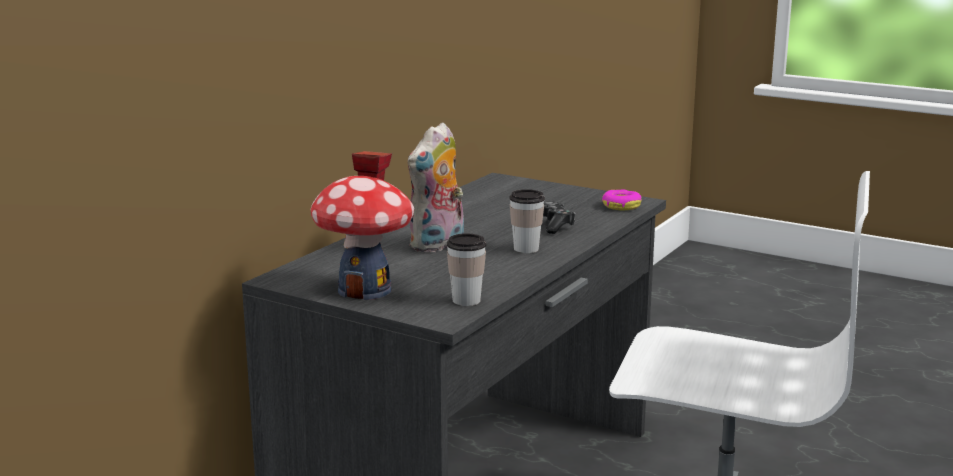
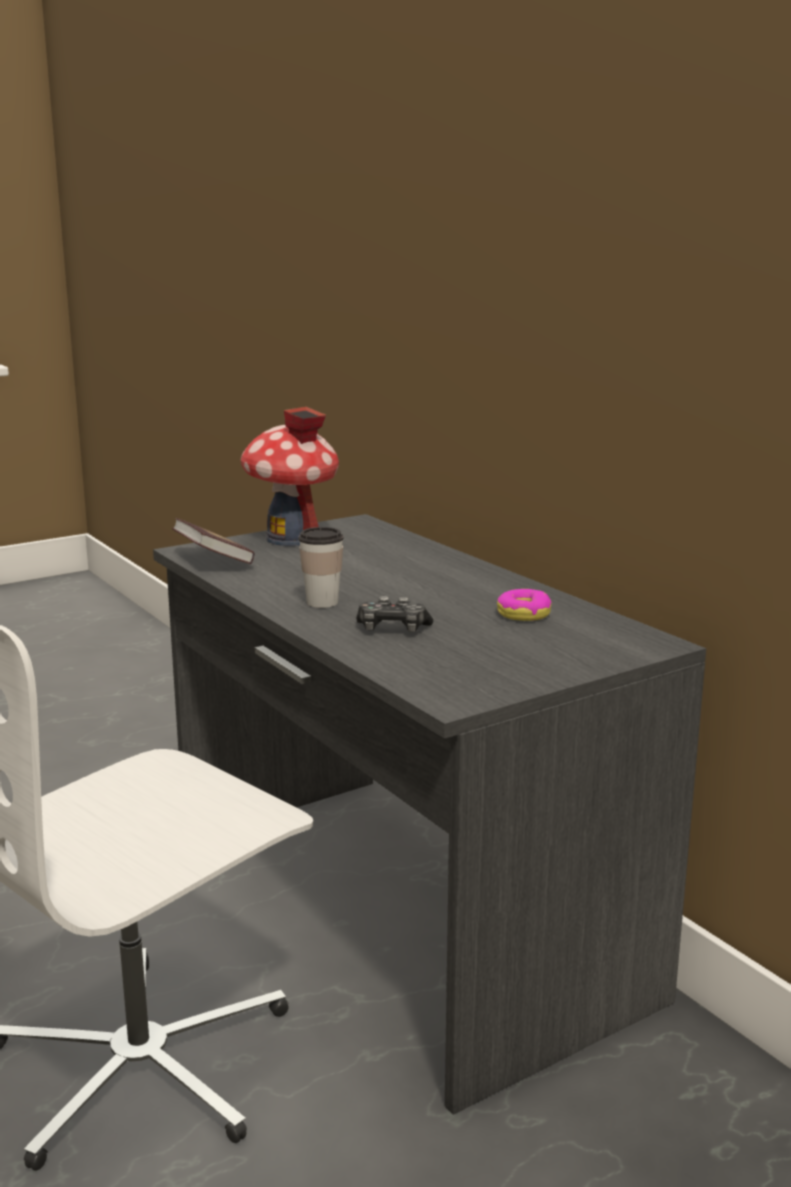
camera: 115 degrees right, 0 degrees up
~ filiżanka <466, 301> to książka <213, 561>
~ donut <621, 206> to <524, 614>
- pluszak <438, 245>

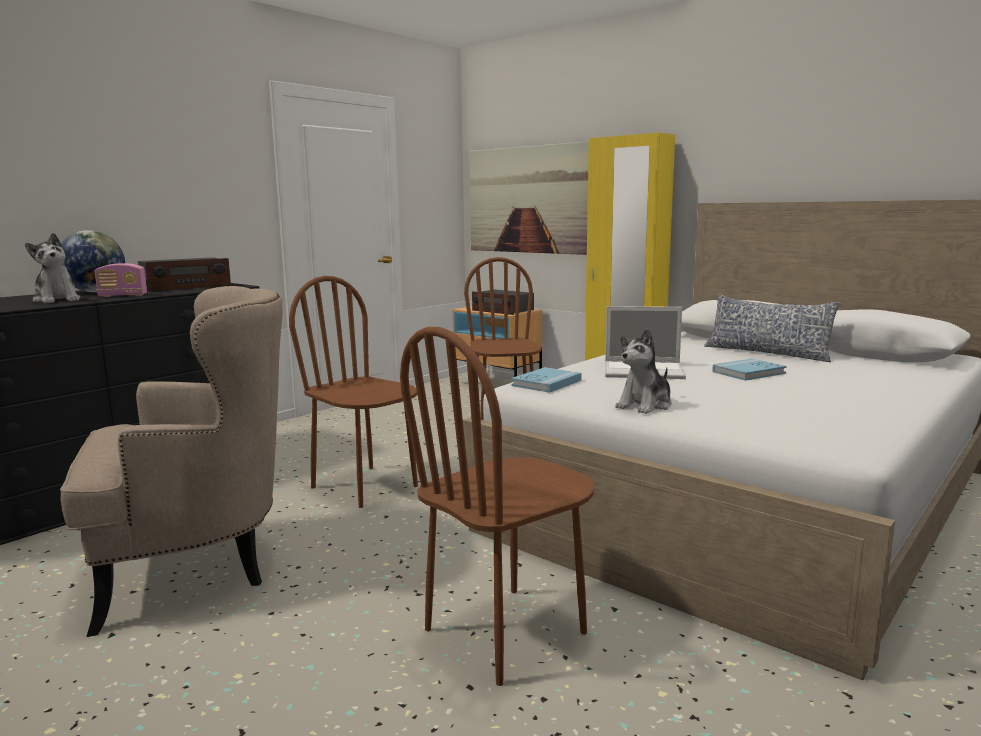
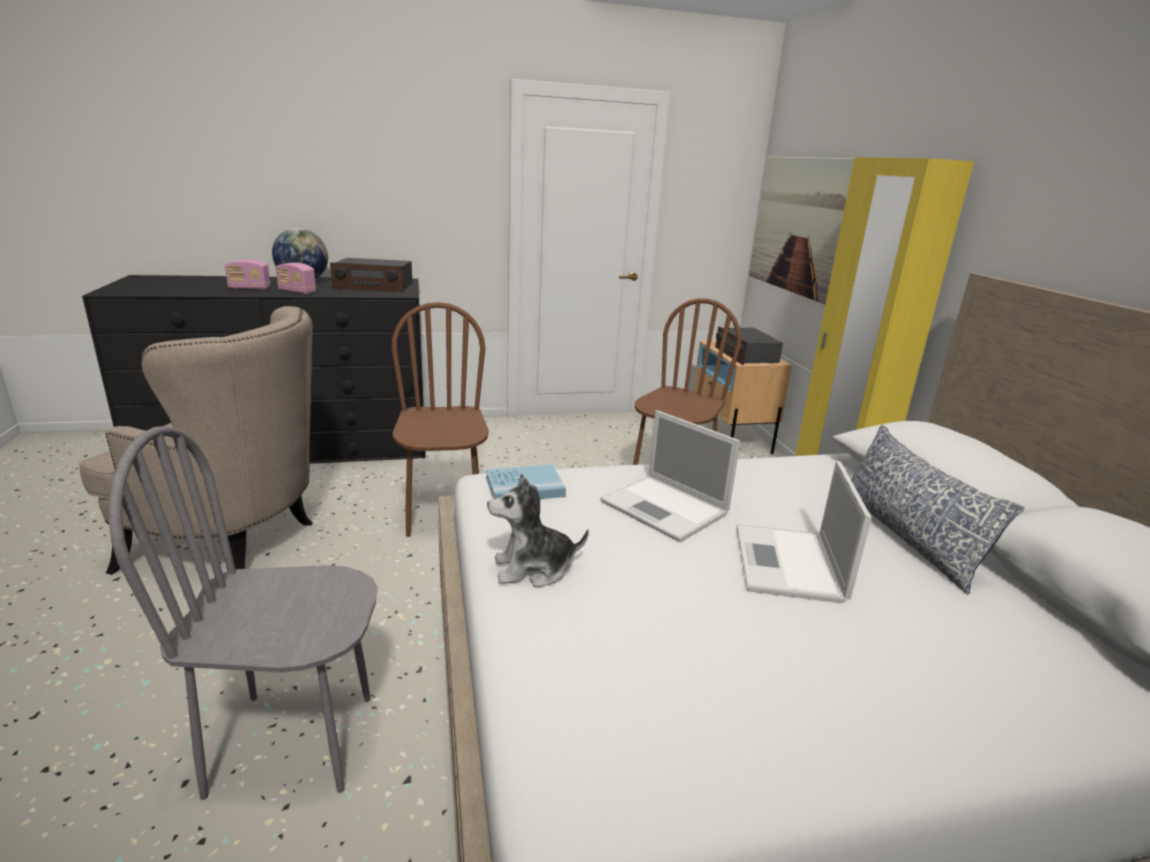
camera: 35 degrees right, 10 degrees up
~ krzesło [brązowy] <506, 632> to krzesło [szary] <293, 742>
~ pluszak <57, 300> to radio <249, 288>
~ książka [niebieski] <748, 372> to laptop <789, 564>

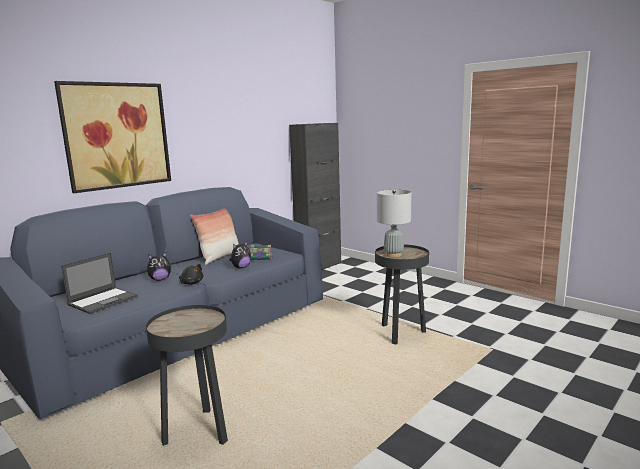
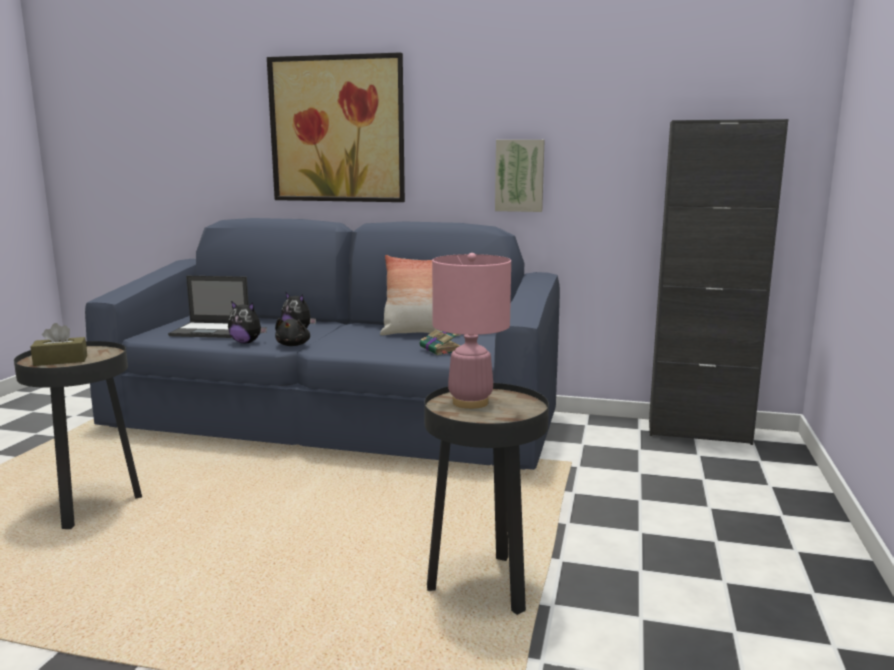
camera: 60 degrees right, 0 degrees up
+ pudełko chusteczek [brązowy] <61, 360>
~ pluszak <241, 267> to <246, 342>
~ lampa stołowa [szary] <393, 255> to lampa stołowa [różowy] <470, 402>
+ obraz <519, 175>

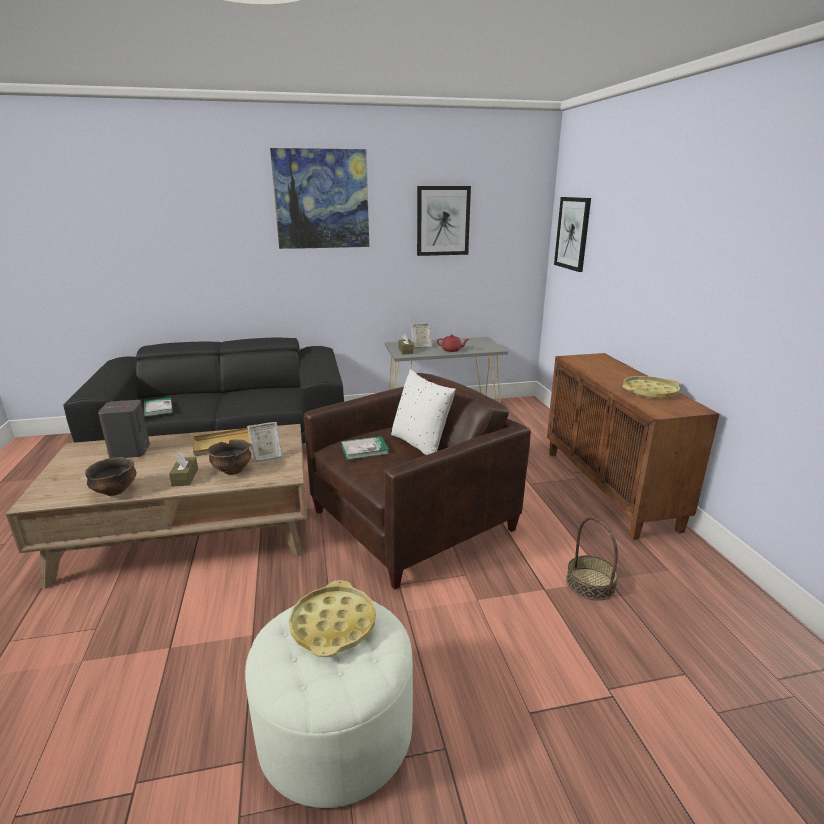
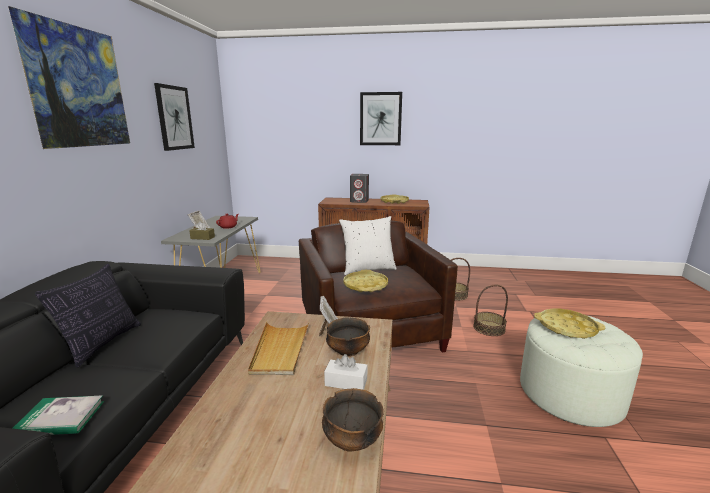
camera: 70 degrees left, 5 degrees down
+ poduszka <102, 343>
~ pudełko chusteczek [brązowy] <185, 477> to pudełko chusteczek [biały] <346, 382>
~ książka <364, 450> to taca [żółty] <365, 285>
~ głośnik [szary] <130, 451> to <359, 201>
~ obraz <572, 233> to <380, 119>
+ koszyk <489, 328>

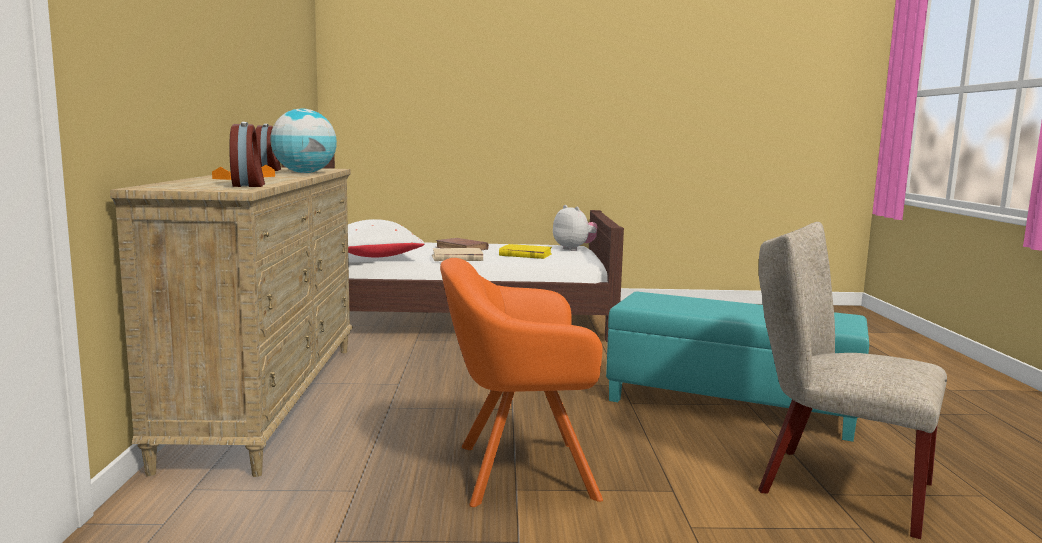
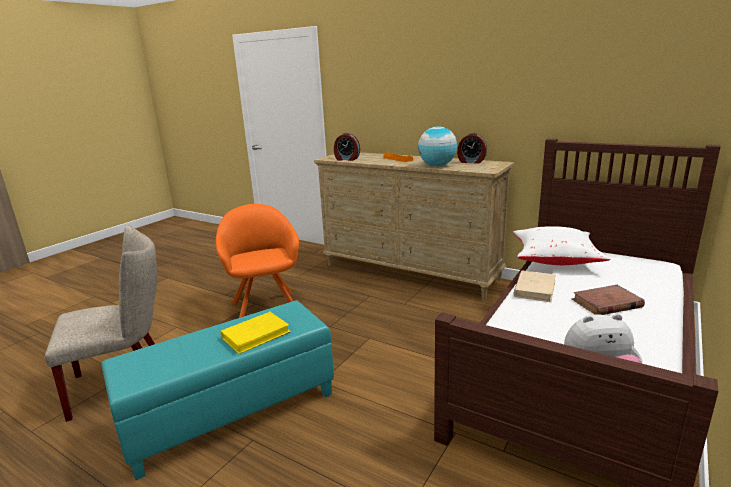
camera: 125 degrees right, 10 degrees up
~ fotel [pomarańczowy] <516, 471> = <265, 307> 45 degrees counterclockwise
~ książka [żółty] <525, 255> to <256, 335>

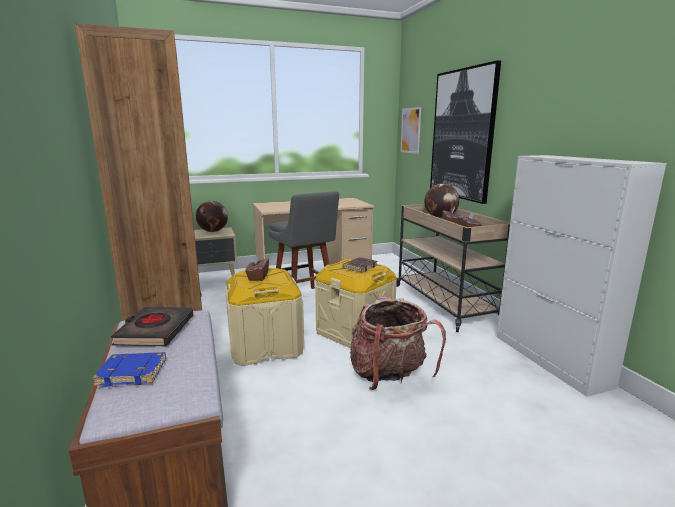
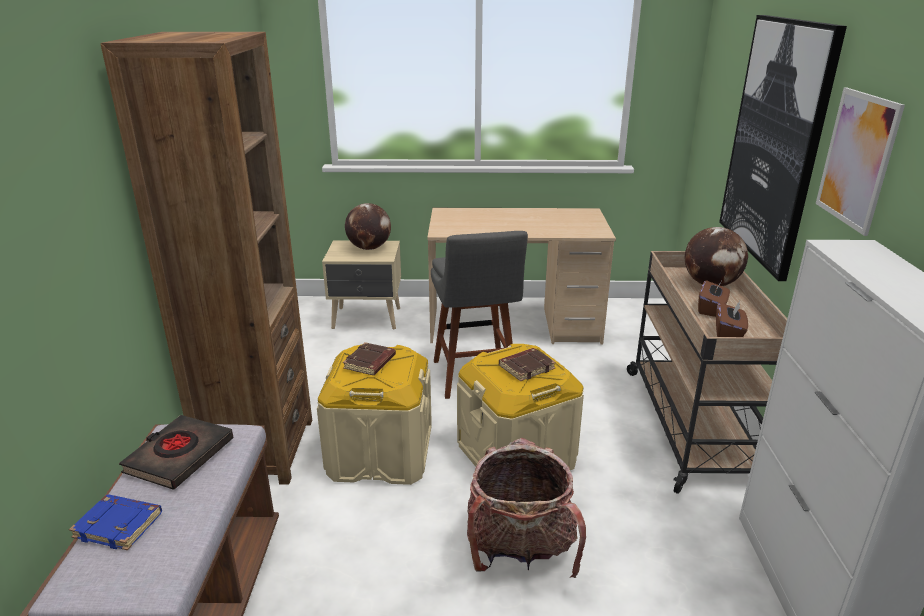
camera: 20 degrees right, 10 degrees up
~ pudełko chusteczek [brązowy] <258, 277> to książka [brązowy] <370, 363>
~ obraz <410, 130> to <857, 159>

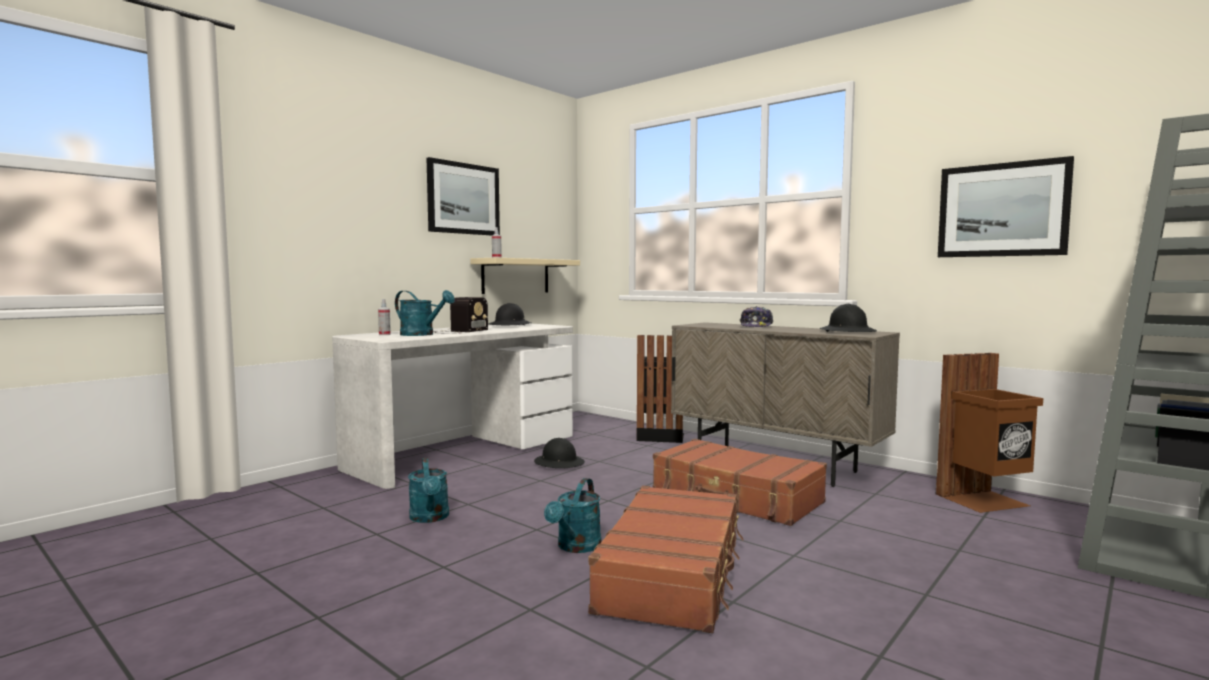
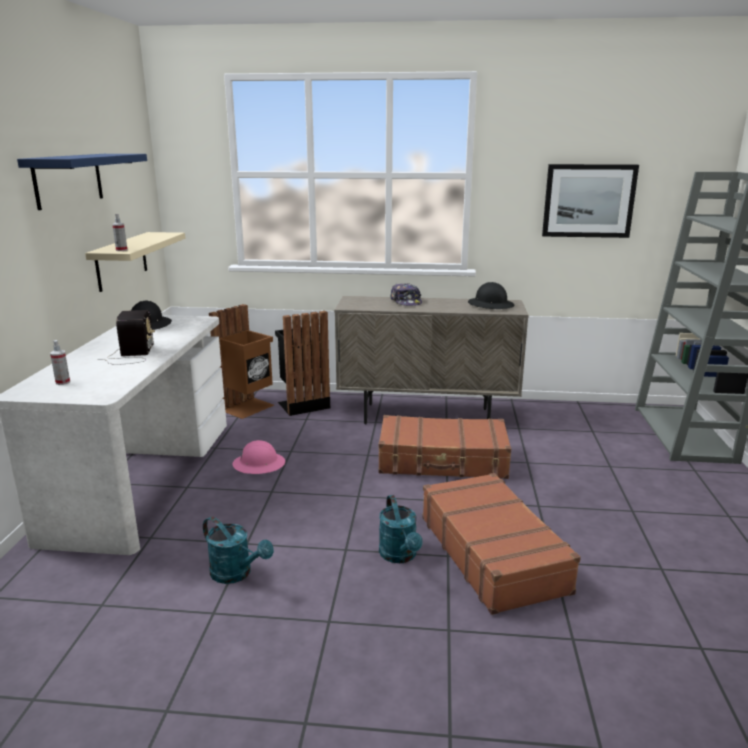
camera: 35 degrees left, 15 degrees up
~ obraz <463, 198> to półka [niebieski] <68, 180>
~ kosz na śmieci [brązowy] <985, 501> to <248, 407>
~ kask [czarny] <559, 463> to kask [różowy] <259, 464>
- konewka [turkusowy] <422, 334>

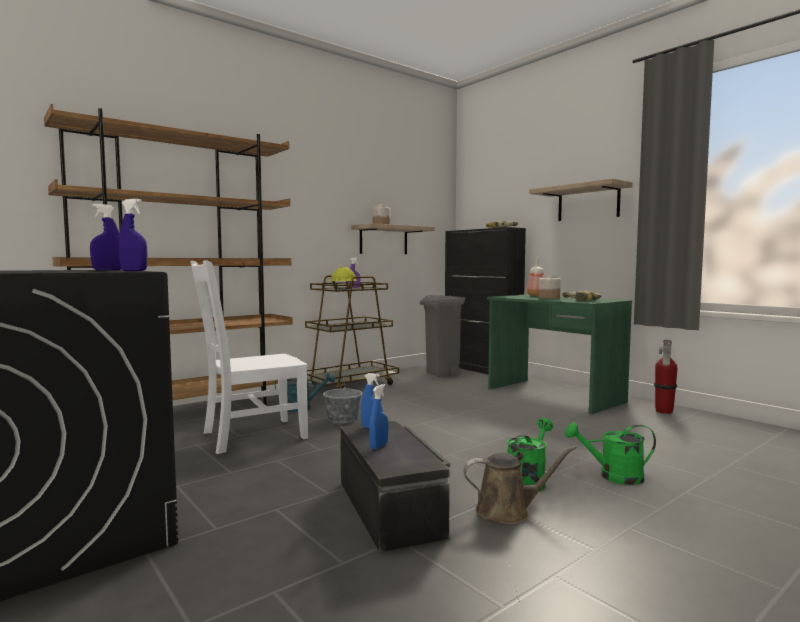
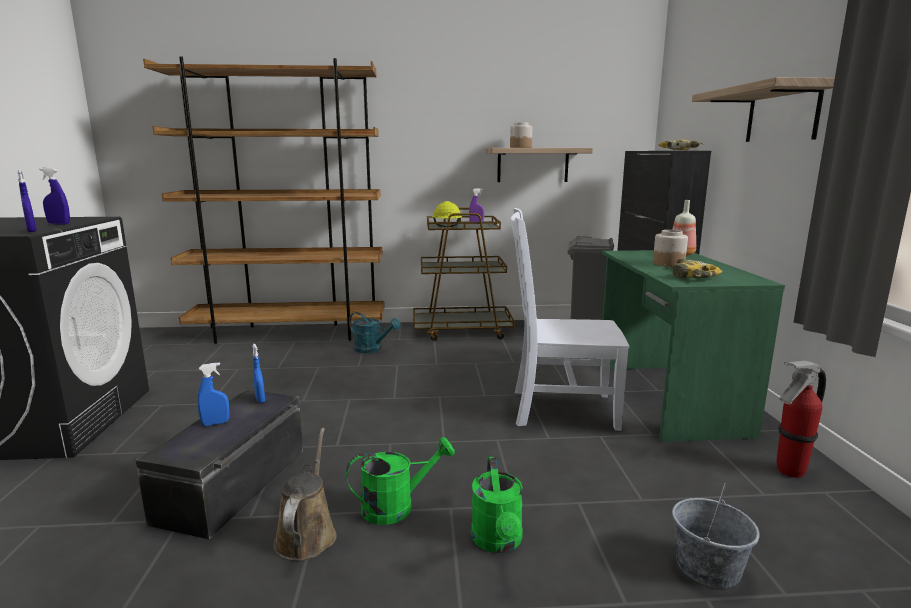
camera: 35 degrees right, 10 degrees up
~ konewka [brązowy] <508, 511> = <307, 534> 120 degrees counterclockwise
~ konewka [zielony] <613, 476> = <498, 542> 135 degrees counterclockwise
~ krzesło [biały] <250, 436> to <559, 409>
~ wiadro [szary] <343, 419> to <708, 566>

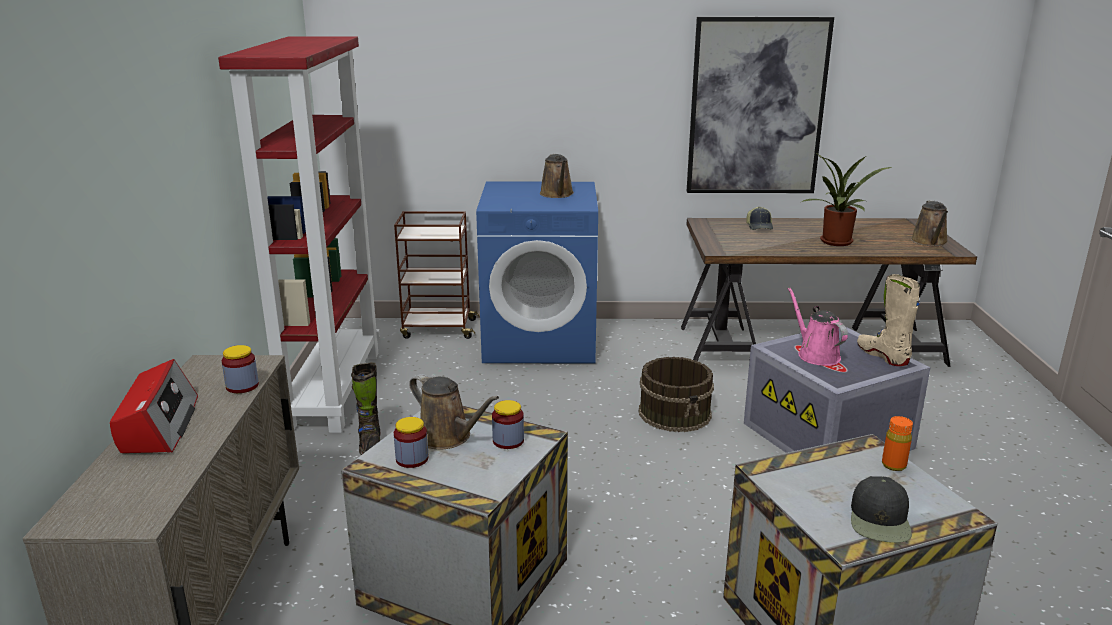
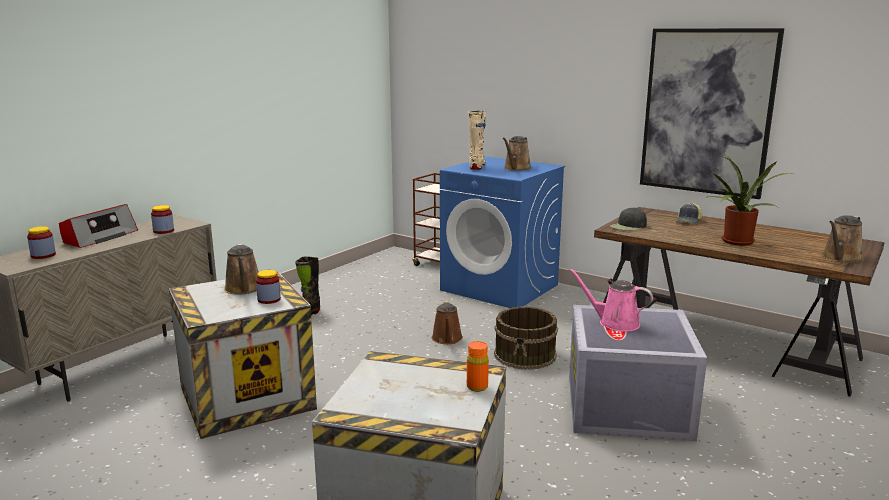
camera: 35 degrees right, 5 degrees down
~ słoik <412, 459> to <43, 255>
+ konewka [brązowy] <447, 339>
~ but z cholewką [beżowy] <882, 356> to <477, 167>
~ konewka [różowy] <815, 355> = <614, 323> 75 degrees counterclockwise
~ czapka z daszkiem [czarny] <880, 520> to <628, 226>
- regał [czerwony] <332, 389>

